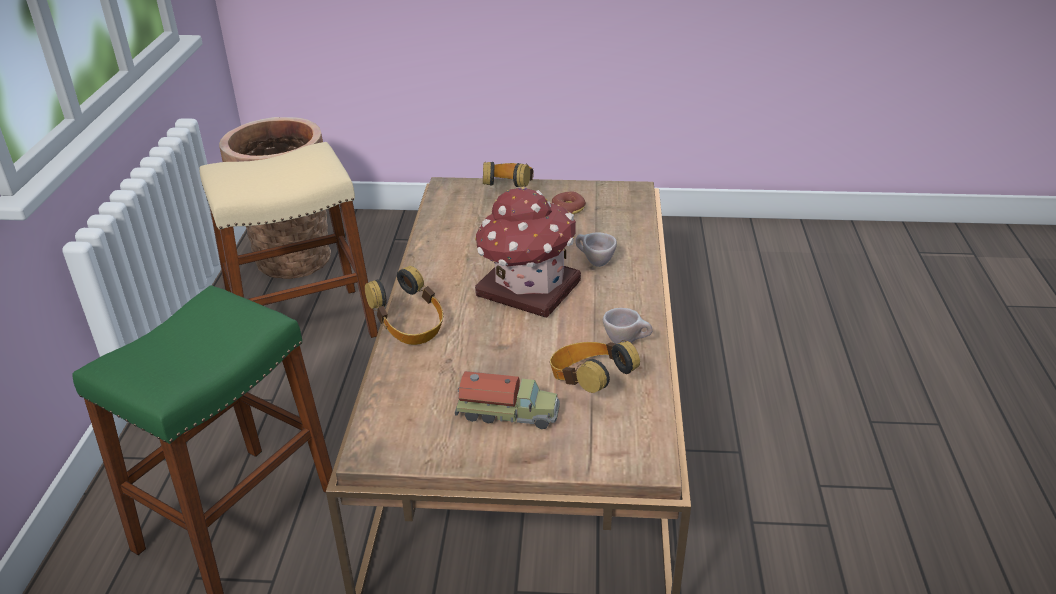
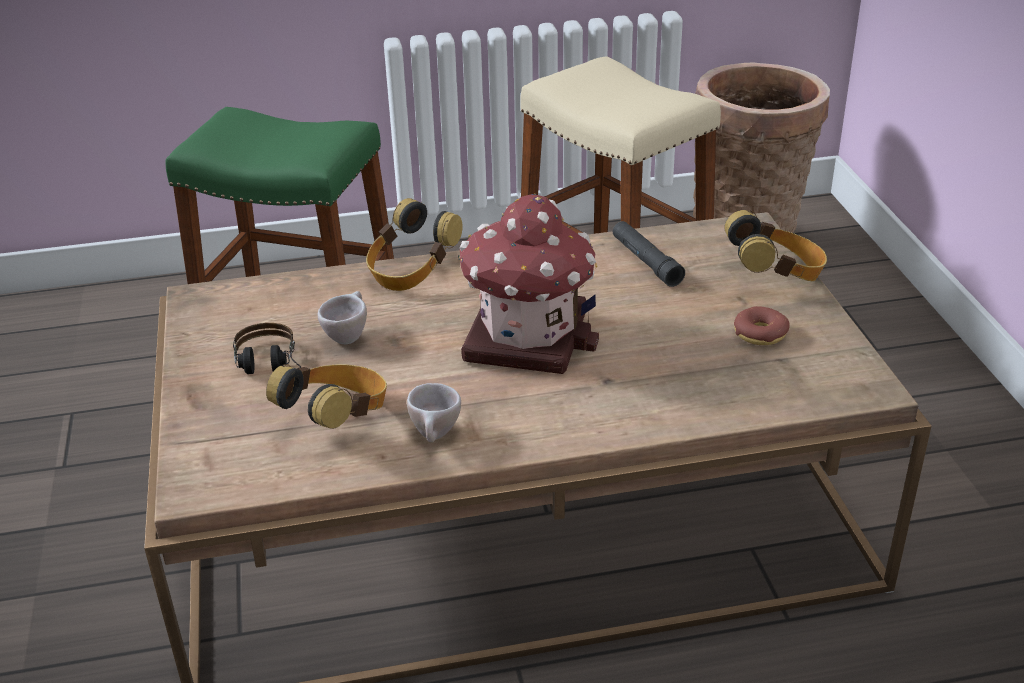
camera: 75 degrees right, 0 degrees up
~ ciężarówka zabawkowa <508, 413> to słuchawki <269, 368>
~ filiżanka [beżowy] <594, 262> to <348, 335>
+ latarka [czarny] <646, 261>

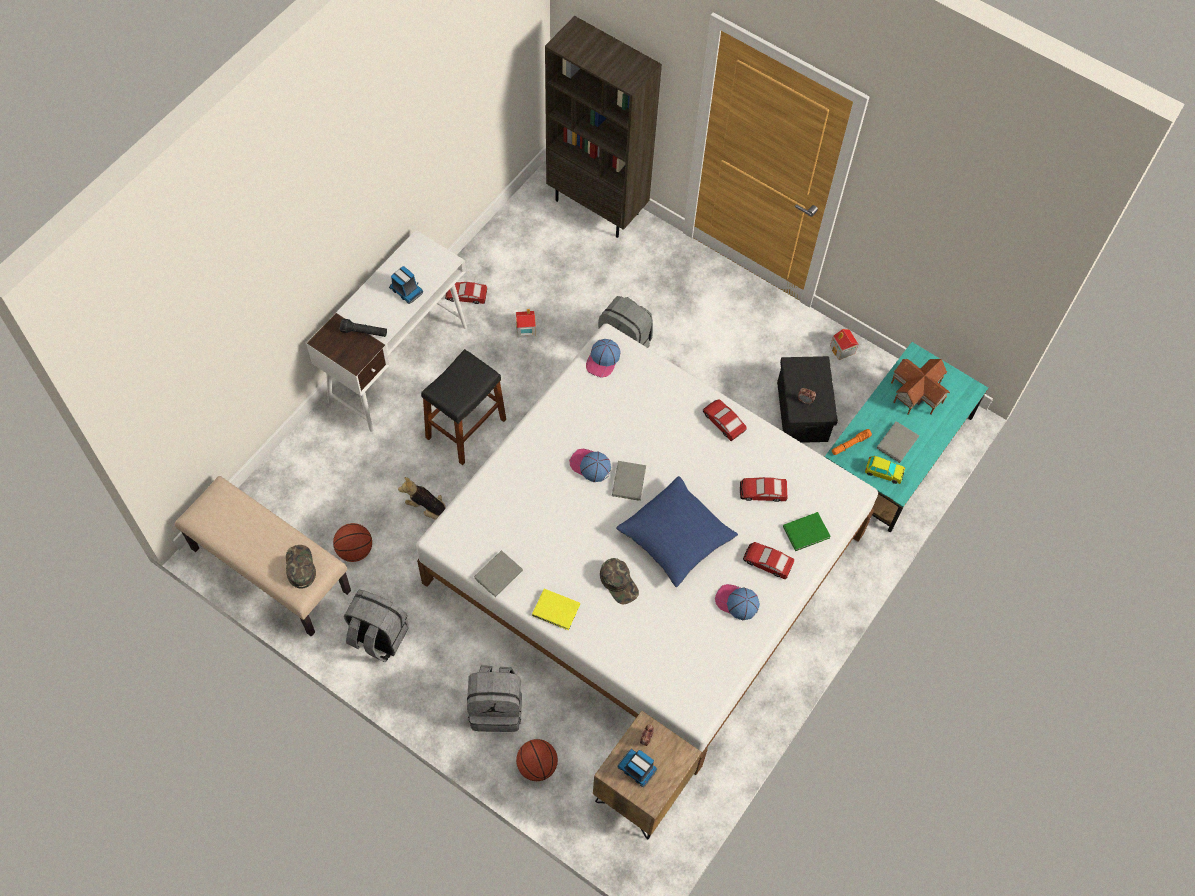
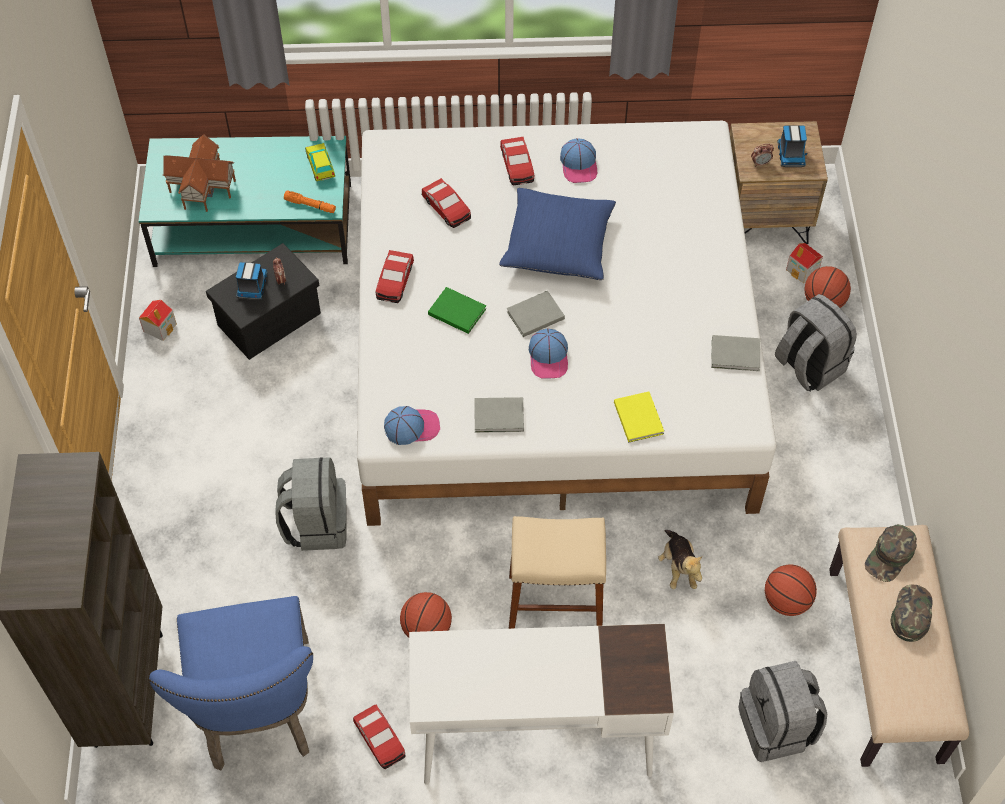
camera: 125 degrees left, 5 degrees down
+ krzesło [niebieski] <257, 713>
~ ciężarówka zabawkowa <406, 290> to <252, 286>
+ piłka do koszykówki <427, 629>
~ książka [zielony] <807, 532> to <456, 310>
~ książka [szary] <896, 443> to <500, 417>
~ stołek [czarny] <466, 428> to stołek [beżowy] <555, 604>
~ książka [żółty] <557, 611> to <639, 417>
~ plecak [szary] <377, 637> to <777, 727>
~ domek <525, 329> to <802, 270>
~ czapka z daszkiem [zielony] <619, 583> to <911, 614>
- latarka [czarny] <364, 332>

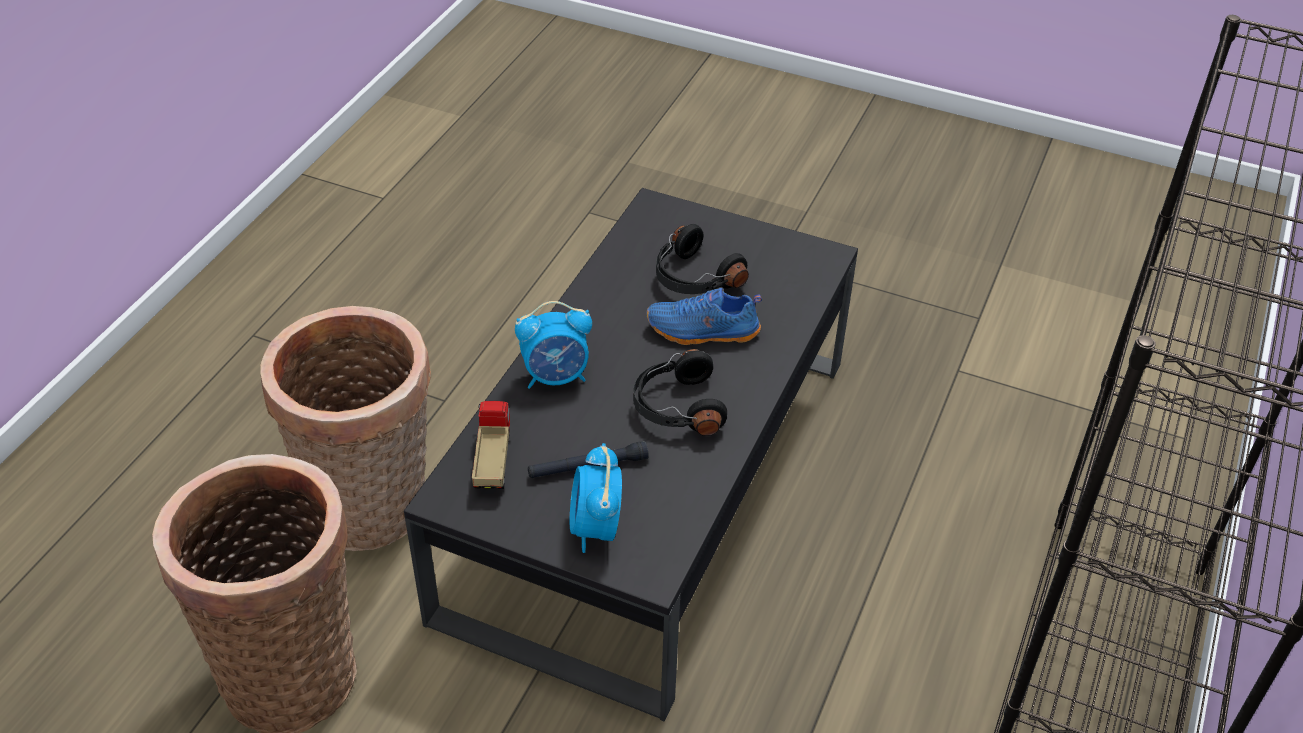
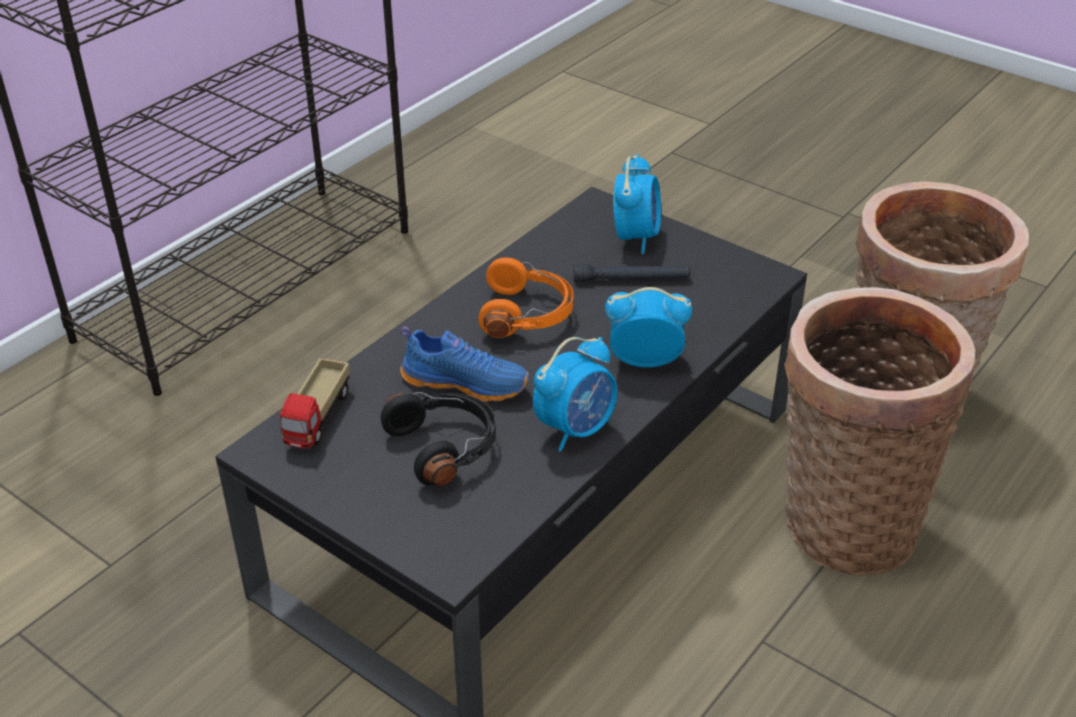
camera: 165 degrees left, 5 degrees down
~ ciężarówka zabawkowa <492, 460> to <319, 418>
~ słuchawki [czarny] <677, 407> to słuchawki [pomarańczowy] <527, 314>
+ budzik <576, 428>

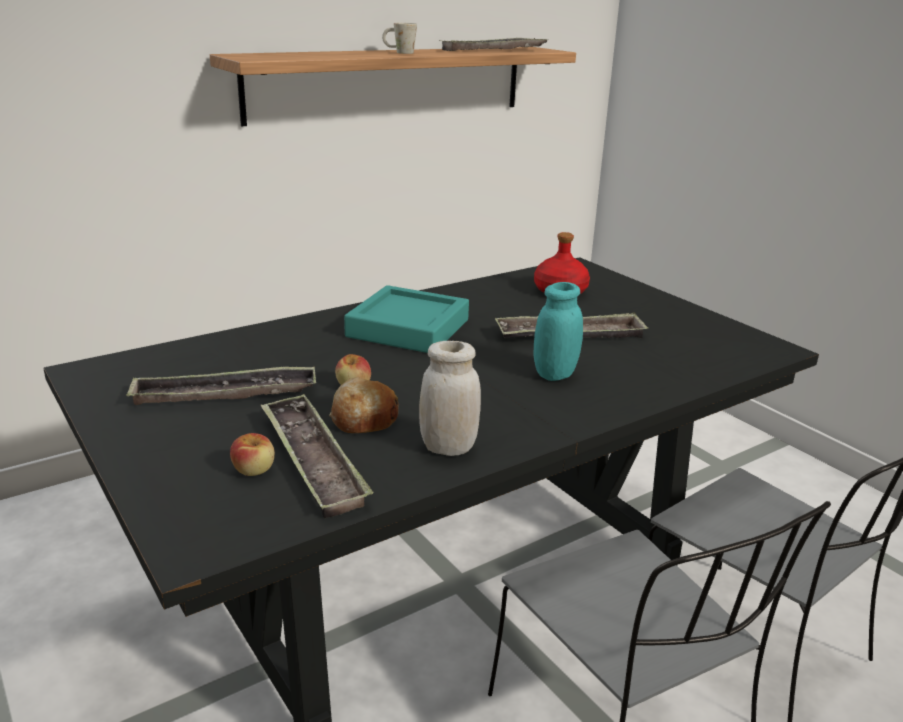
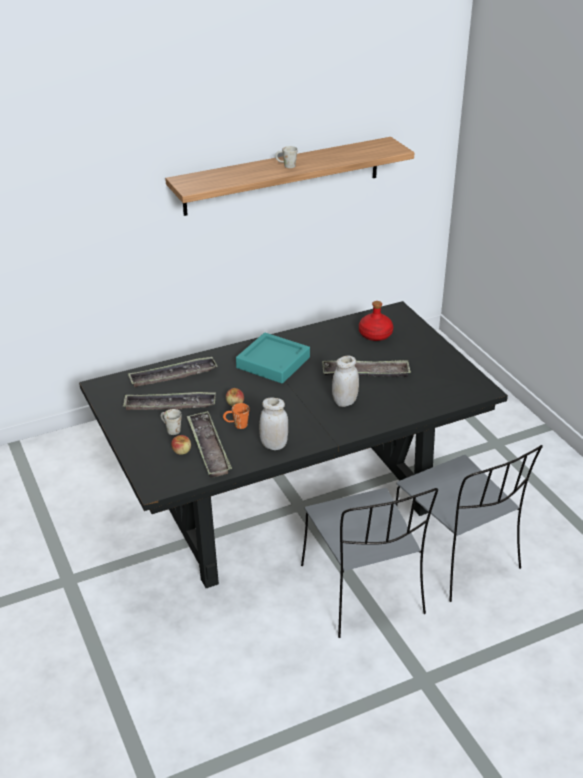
camera: 10 degrees right, 10 degrees up
~ taca <494, 50> to <173, 376>
+ kubek [biały] <170, 429>
~ chleb <363, 418> to kubek [pomarańczowy] <236, 425>
~ słoik [turkusowy] <555, 374> to słoik [biały] <345, 402>

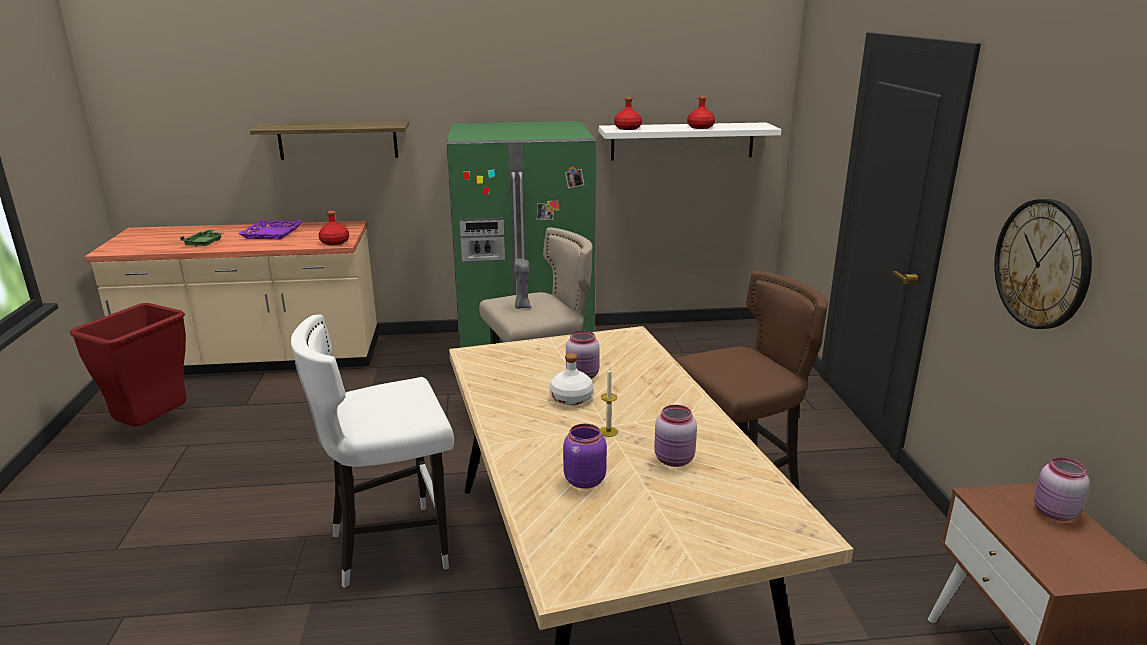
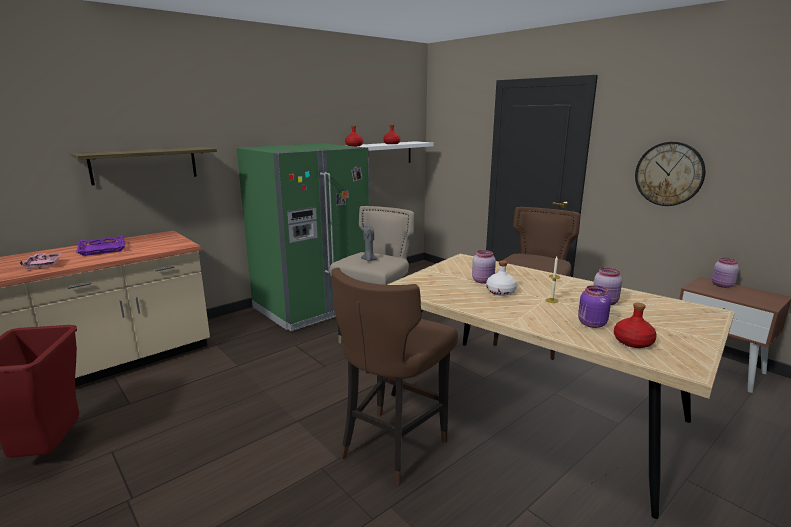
camera: 35 degrees left, 5 degrees down
~ taca [zielony] <205, 243> to taca [różowy] <43, 265>
~ stołek [biały] <392, 546> to stołek [brązowy] <392, 446>
~ butelka [czerwony] <334, 242> to <633, 342>

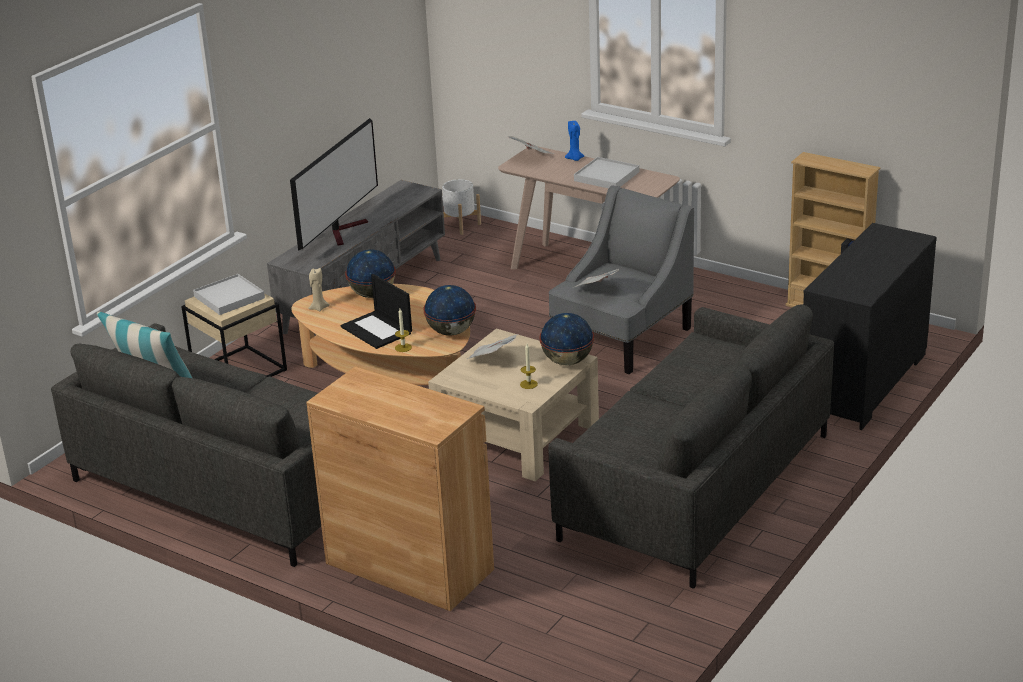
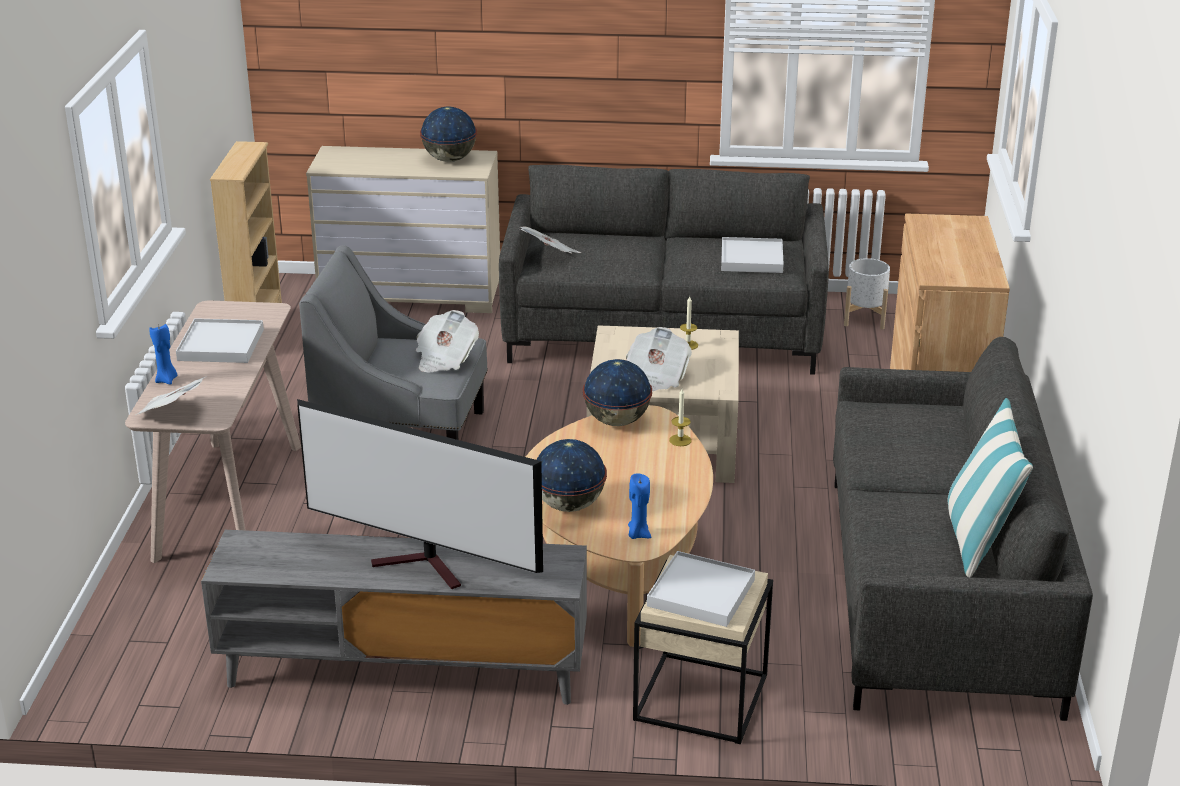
camera: 120 degrees left, 0 degrees up
~ telewizor <344, 231> = <426, 566> 150 degrees counterclockwise
~ komoda [czarny] <864, 383> to komoda [beżowy] <411, 294>
~ globus <567, 361> to <449, 159>
+ gazeta <550, 255>
~ świeca [beżowy] <319, 308> to świeca [niebieski] <638, 534>
+ taca [biały] <752, 259>
~ donica [biały] <460, 225> to <865, 318>
- laptop <377, 330>

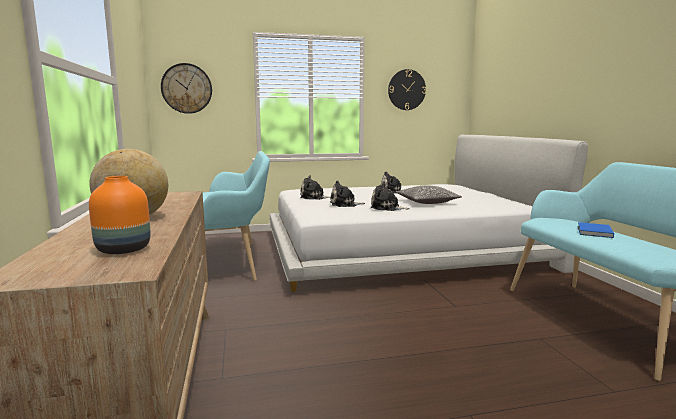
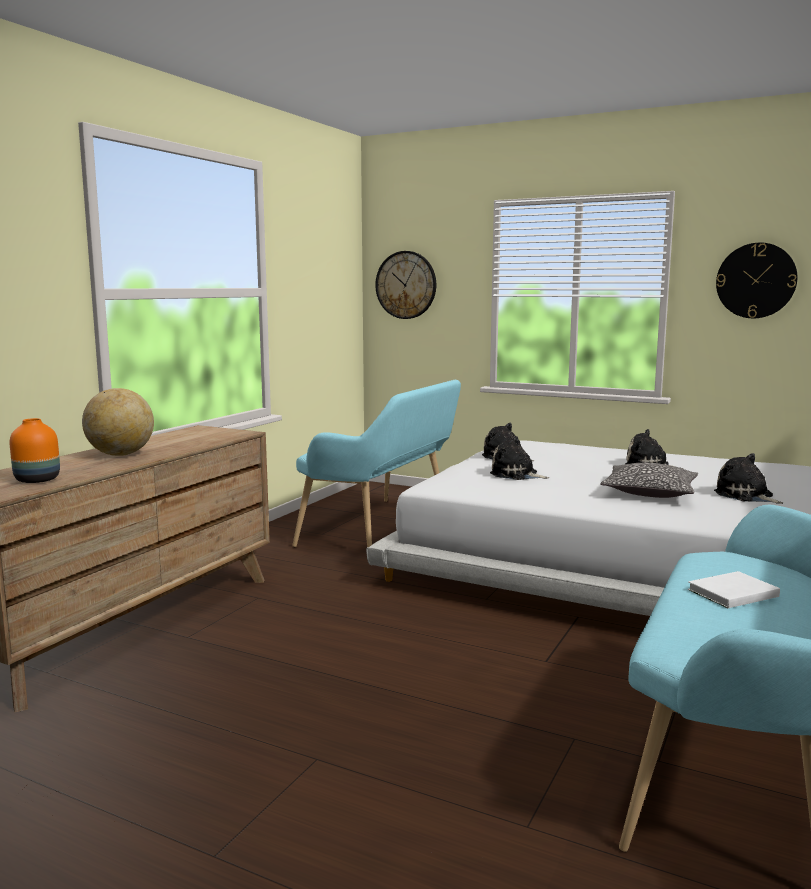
camera: 40 degrees right, 0 degrees up
~ książka [niebieski] <594, 232> to książka [biały] <730, 593>
~ pluszak <387, 208> to <746, 496>

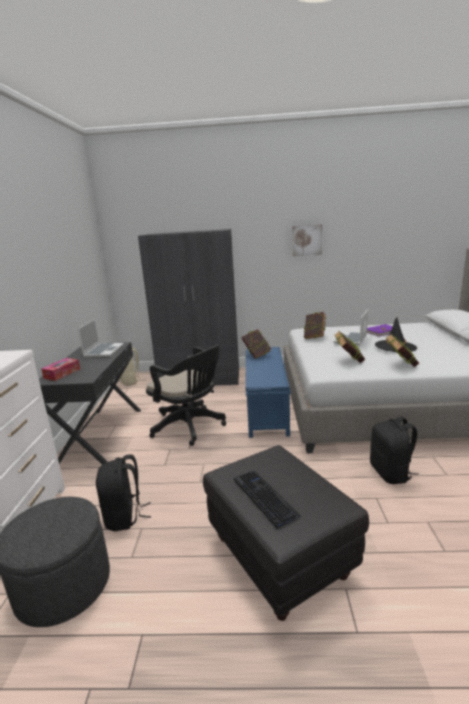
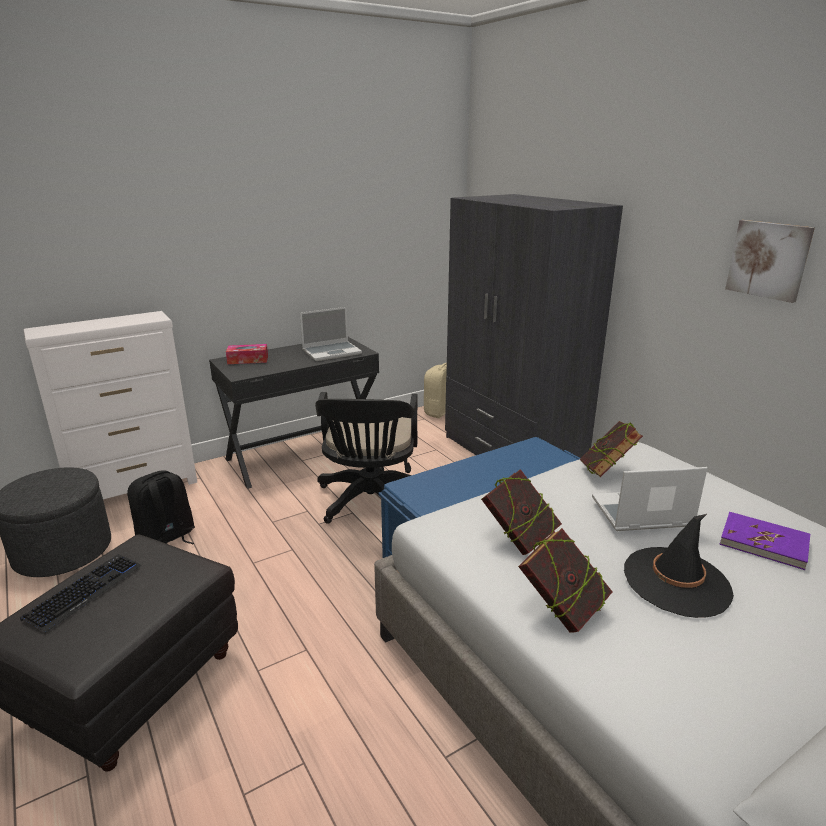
camera: 55 degrees right, 5 degrees up
- książka <256, 355>
- plecak [czarny] <391, 473>

